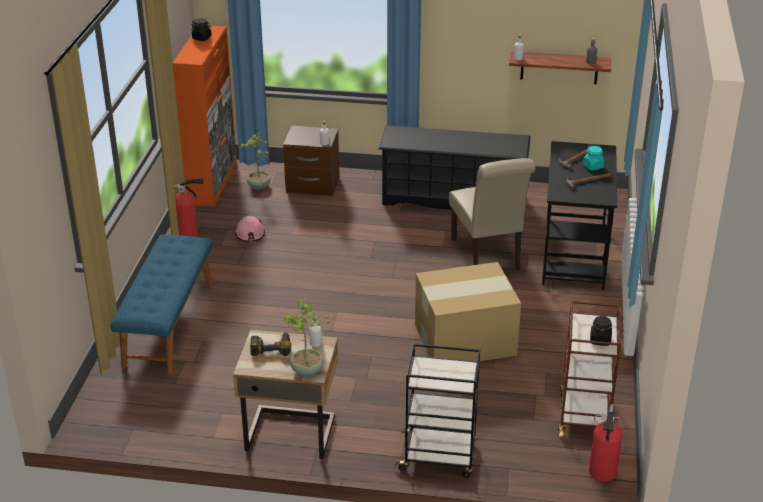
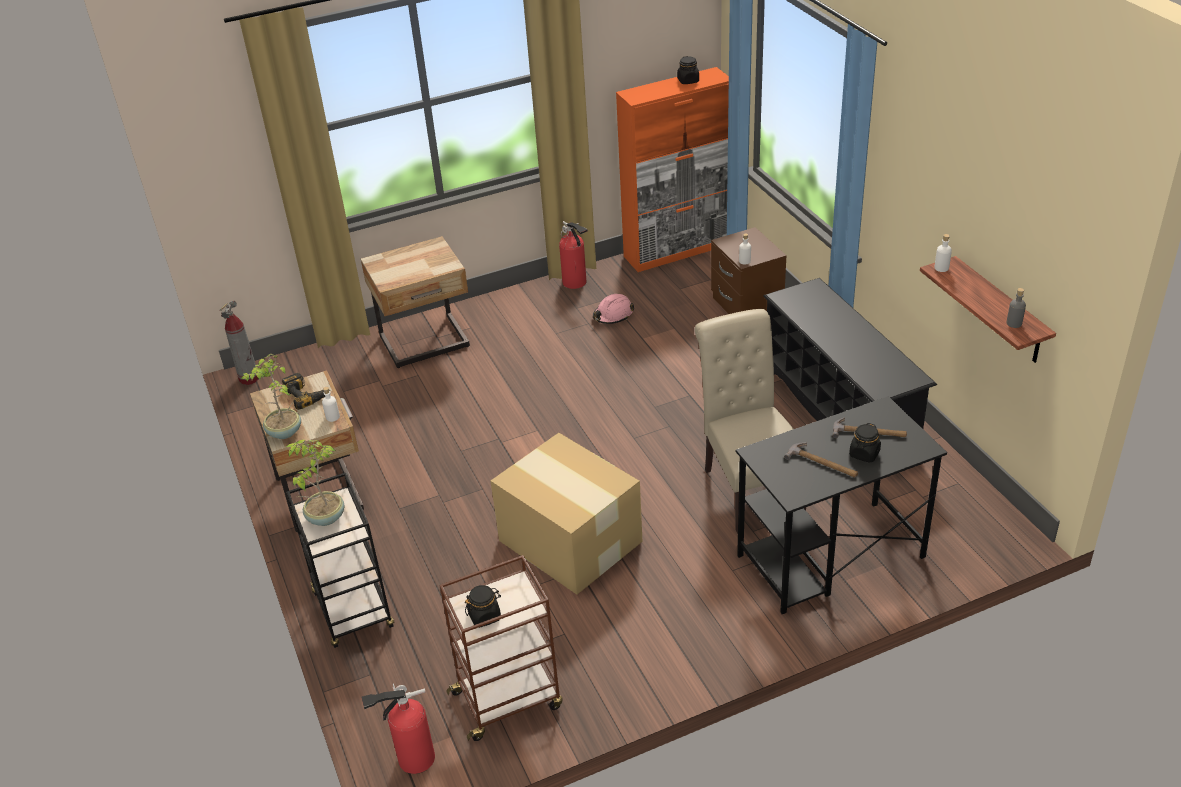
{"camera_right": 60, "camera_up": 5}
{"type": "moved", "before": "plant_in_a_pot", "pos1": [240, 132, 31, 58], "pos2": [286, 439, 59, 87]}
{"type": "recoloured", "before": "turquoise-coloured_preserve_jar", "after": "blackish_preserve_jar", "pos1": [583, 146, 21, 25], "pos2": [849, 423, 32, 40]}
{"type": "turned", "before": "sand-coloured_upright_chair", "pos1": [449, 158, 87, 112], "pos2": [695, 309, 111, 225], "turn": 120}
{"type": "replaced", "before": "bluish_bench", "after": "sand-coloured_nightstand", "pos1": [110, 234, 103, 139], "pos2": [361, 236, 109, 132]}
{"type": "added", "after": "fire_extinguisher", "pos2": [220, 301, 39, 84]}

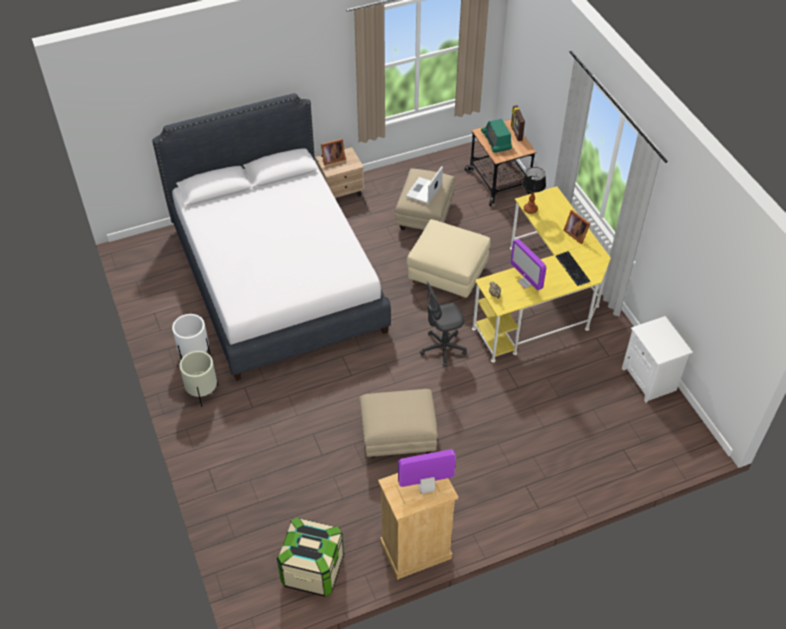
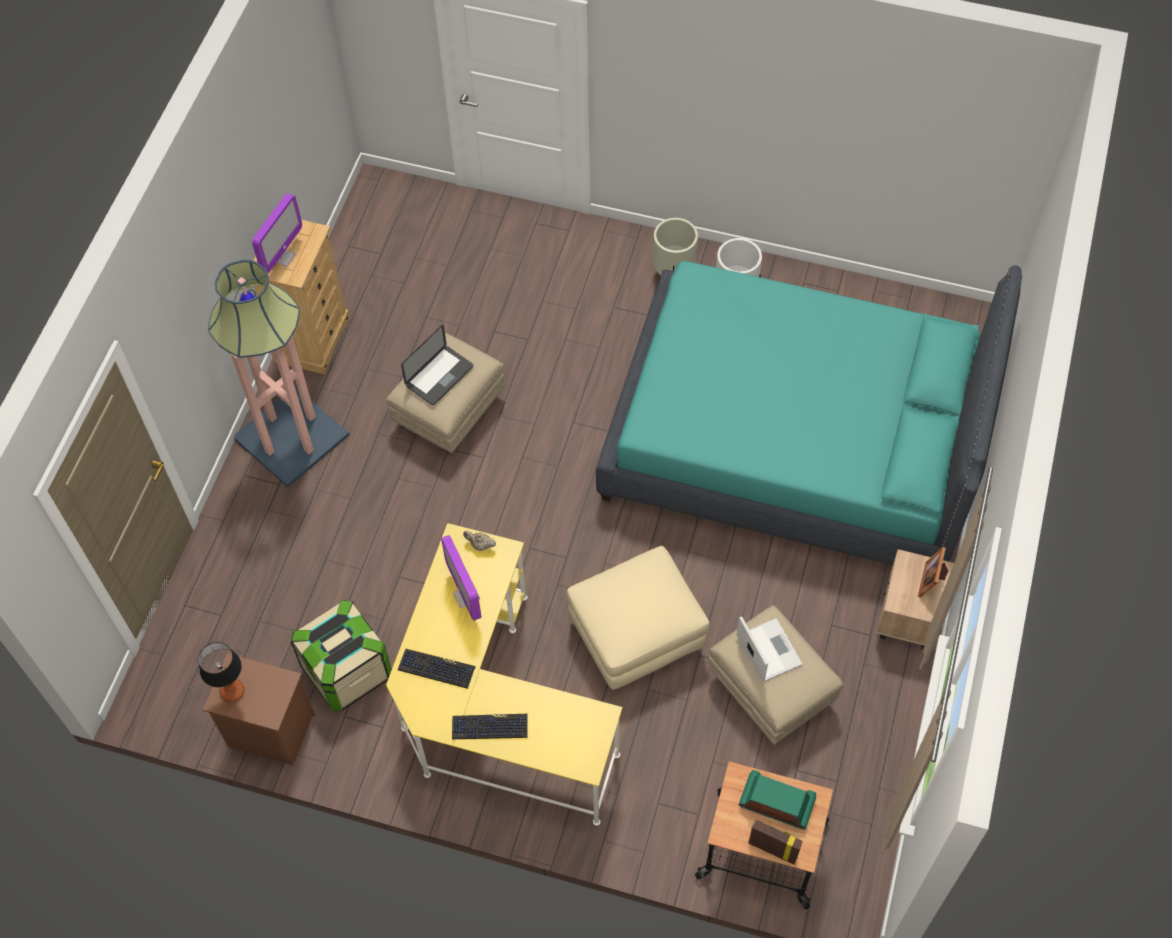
{"camera_right": 130, "camera_up": 10}
{"type": "recoloured", "before": "whitish_bed", "after": "turquoise-coloured_bed", "pos1": [152, 93, 239, 288], "pos2": [596, 261, 426, 304]}
{"type": "moved", "before": "lamp_for_a_table", "pos1": [522, 167, 24, 47], "pos2": [198, 642, 47, 60]}
{"type": "replaced", "before": "photo_frame", "after": "keyboard", "pos1": [563, 210, 27, 34], "pos2": [452, 714, 76, 25]}
{"type": "turned", "before": "monitor", "pos1": [510, 239, 36, 51], "pos2": [441, 535, 41, 86], "turn": -120}
{"type": "removed", "before": "gray_computer_chair", "pos1": [420, 282, 47, 85]}
{"type": "recoloured", "before": "whitish_nightstand", "after": "brownish_nightstand", "pos1": [622, 316, 71, 87], "pos2": [203, 653, 112, 113]}
{"type": "moved", "before": "storage_box", "pos1": [277, 517, 67, 80], "pos2": [291, 600, 101, 111]}
{"type": "added", "after": "standing_lamp", "pos2": [208, 260, 142, 227]}
{"type": "added", "after": "portable_computer", "pos2": [401, 325, 72, 80]}

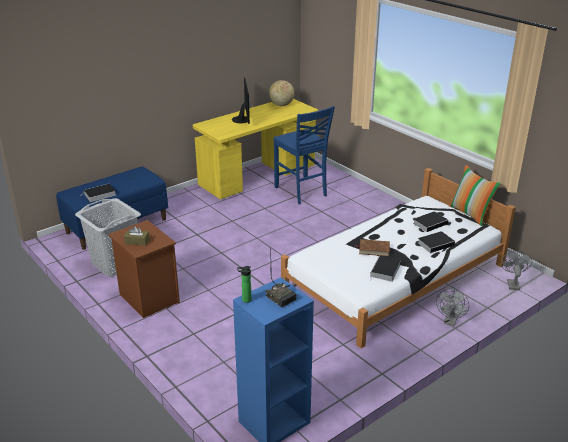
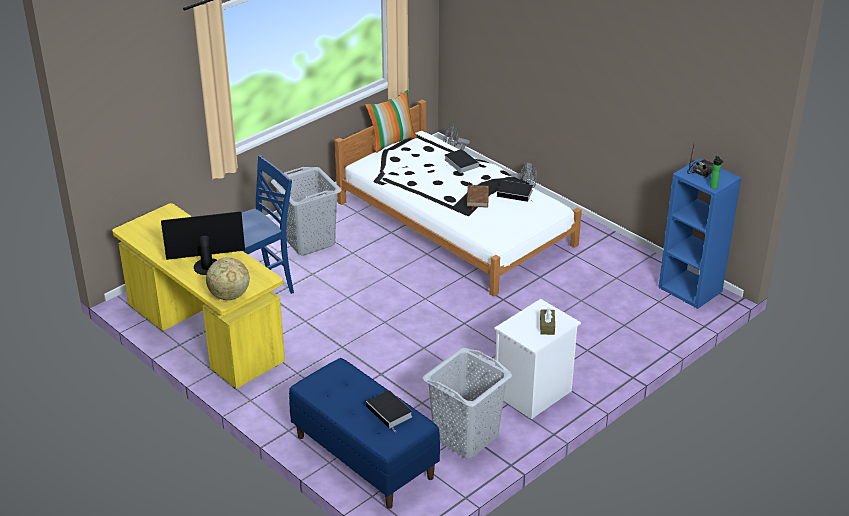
{"camera_right": -95, "camera_up": 5}
{"type": "moved", "before": "globe", "pos1": [269, 80, 26, 26], "pos2": [206, 257, 44, 43]}
{"type": "removed", "before": "volume", "pos1": [413, 211, 35, 21]}
{"type": "recoloured", "before": "brownish_nightstand", "after": "whitish_nightstand", "pos1": [109, 220, 71, 98], "pos2": [494, 299, 87, 120]}
{"type": "added", "after": "gray_hamper", "pos2": [271, 167, 71, 88]}

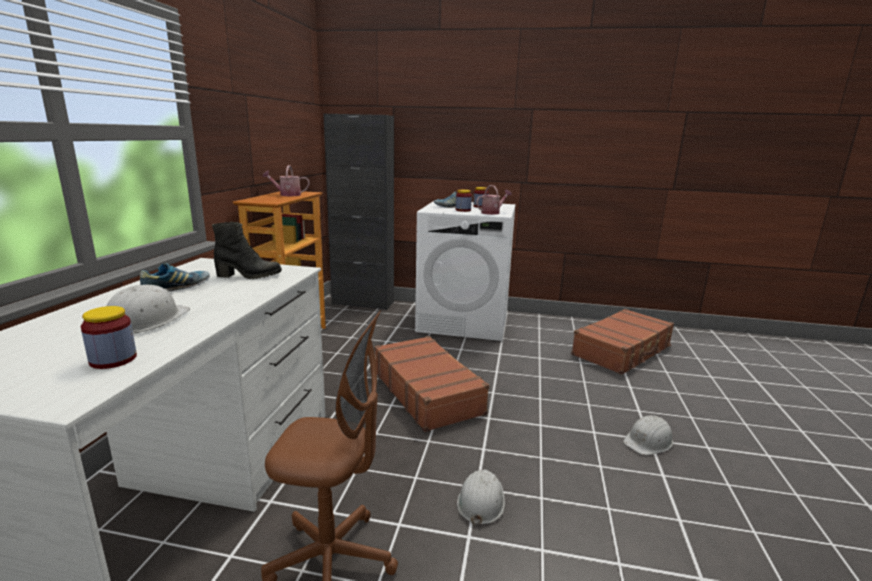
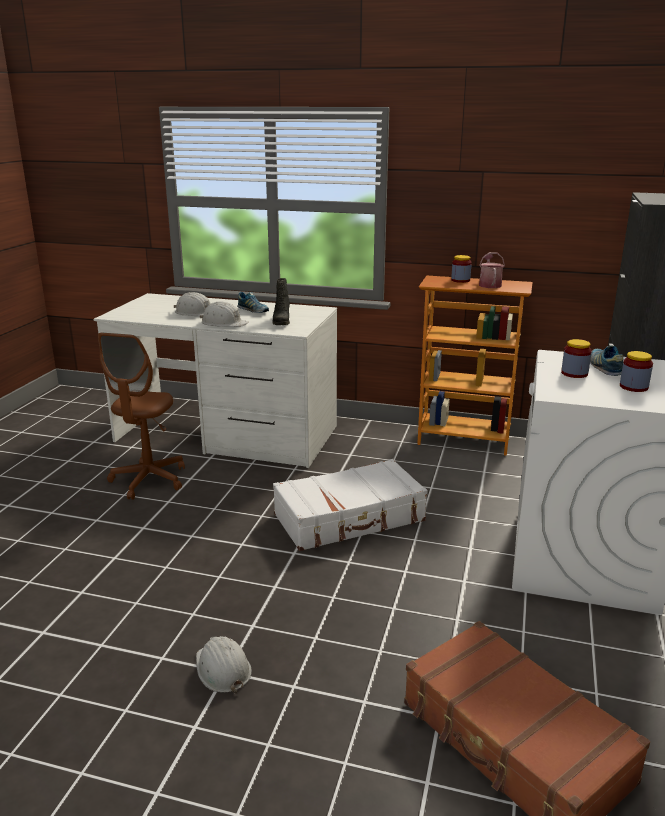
{"camera_right": 95, "camera_up": 5}
{"type": "removed", "before": "sprinkling_can", "pos1": [476, 185, 36, 30]}
{"type": "moved", "before": "preserve_jar", "pos1": [81, 306, 56, 63], "pos2": [451, 255, 21, 28]}
{"type": "recoloured", "before": "brownish_travel_case", "after": "whitish_travel_case", "pos1": [375, 336, 114, 96], "pos2": [273, 459, 155, 92]}
{"type": "moved", "before": "whitish_work_helmet", "pos1": [457, 469, 48, 57], "pos2": [199, 302, 50, 25]}

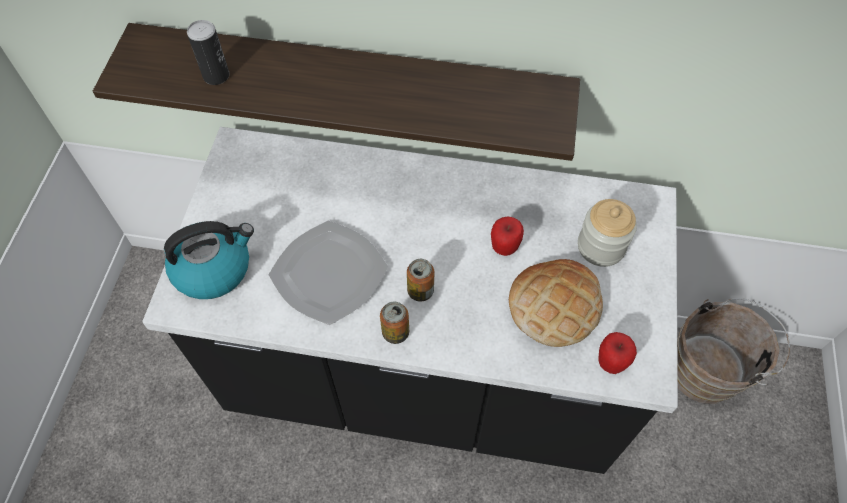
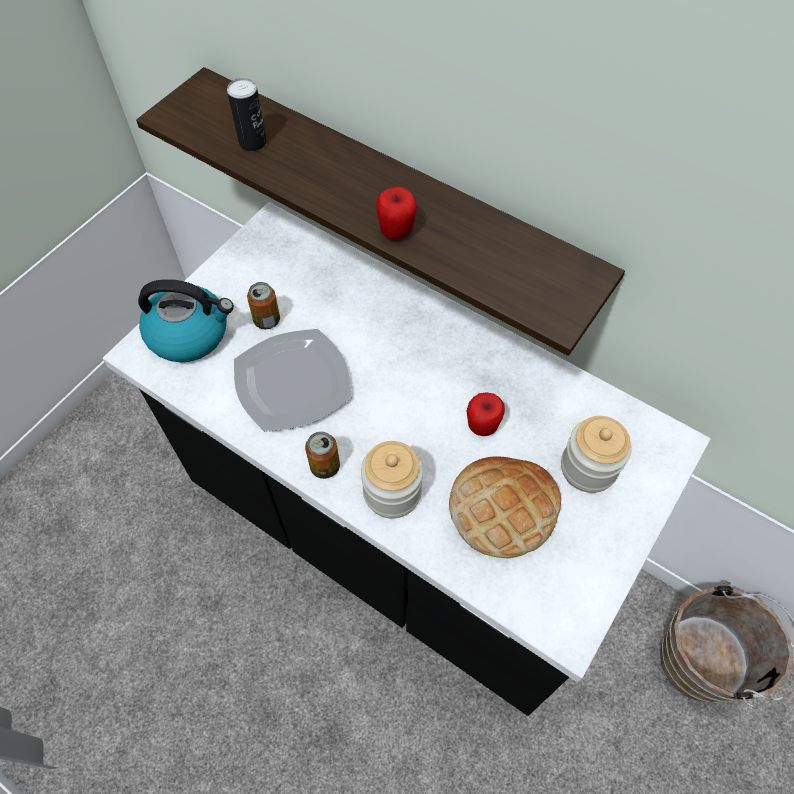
{"camera_right": 25, "camera_up": 0}
{"type": "moved", "before": "metal_can", "pos1": [407, 259, 28, 43], "pos2": [247, 282, 33, 47]}
{"type": "moved", "before": "apple_fruit", "pos1": [598, 332, 39, 42], "pos2": [376, 187, 41, 52]}
{"type": "added", "after": "preserve_jar", "pos2": [361, 441, 62, 78]}

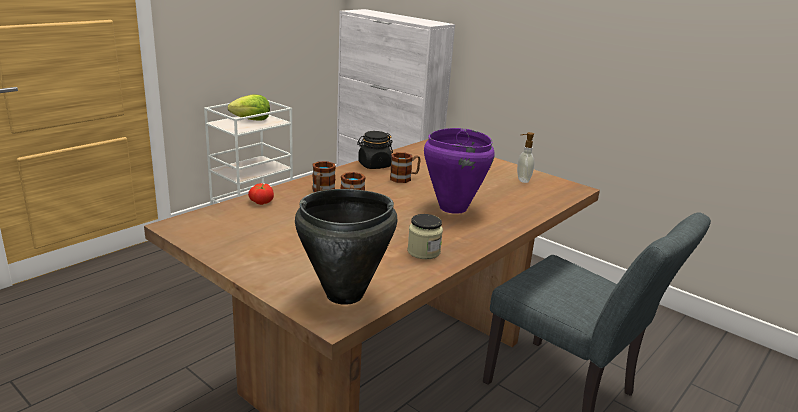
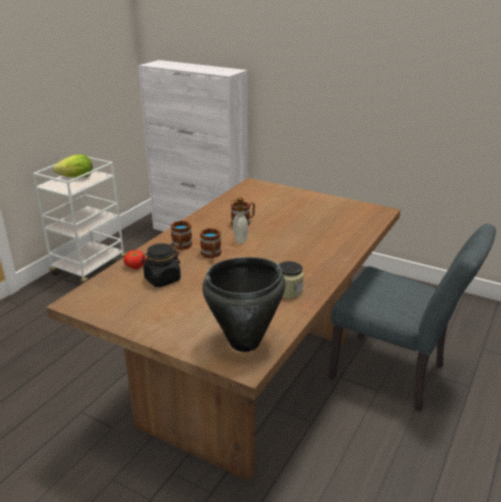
{"camera_right": -10, "camera_up": 5}
{"type": "removed", "before": "purple_cooking_pot", "pos1": [424, 128, 71, 86]}
{"type": "moved", "before": "blackish_preserve_jar", "pos1": [357, 131, 36, 38], "pos2": [141, 243, 40, 44]}
{"type": "moved", "before": "soap_dispenser", "pos1": [517, 132, 17, 51], "pos2": [231, 197, 17, 46]}

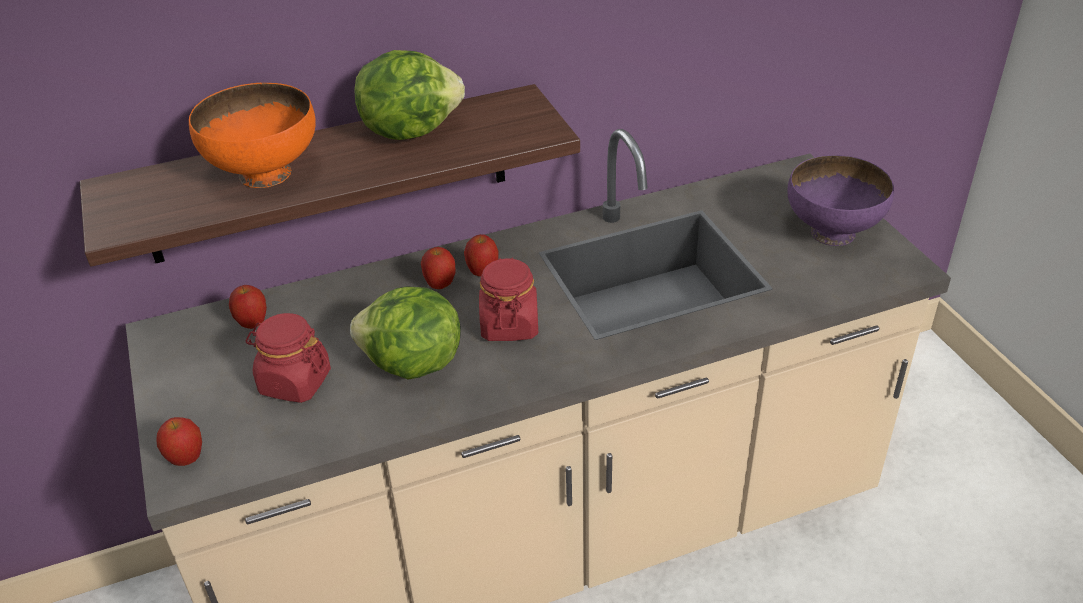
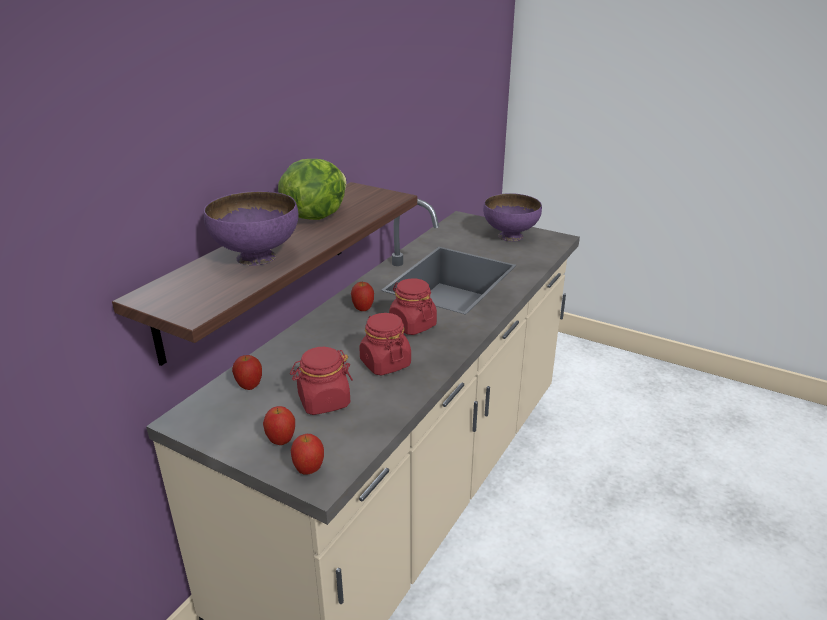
{"camera_right": -40, "camera_up": -10}
{"type": "recoloured", "before": "orange_bowl", "after": "purple_bowl", "pos1": [189, 83, 127, 105], "pos2": [204, 191, 94, 75]}
{"type": "moved", "before": "apple_fruit", "pos1": [421, 247, 35, 42], "pos2": [263, 406, 32, 39]}
{"type": "replaced", "before": "lettuce_head", "after": "reddish_preserve_jar", "pos1": [350, 286, 111, 94], "pos2": [359, 313, 52, 62]}

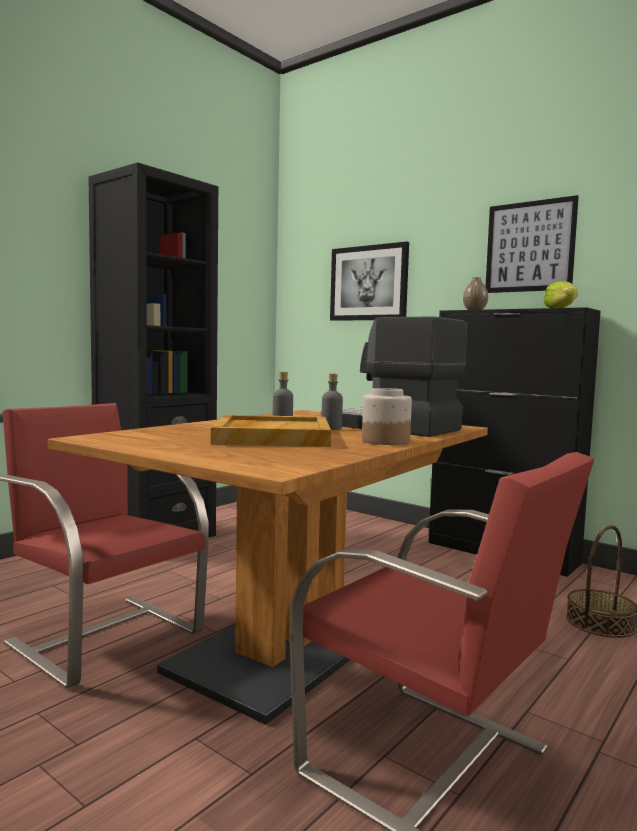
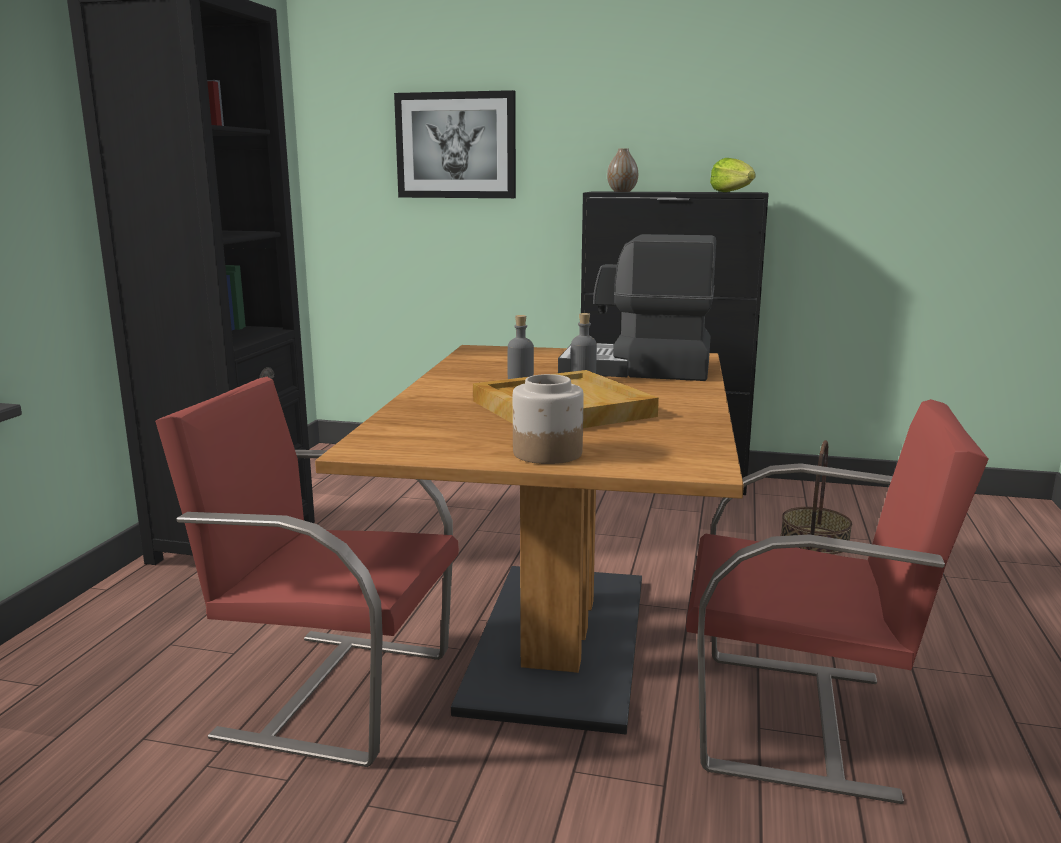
{"camera_right": -25, "camera_up": 10}
{"type": "removed", "before": "wall_art", "pos1": [485, 195, 94, 98]}
{"type": "moved", "before": "preserve_jar", "pos1": [362, 388, 50, 57], "pos2": [513, 374, 71, 90]}

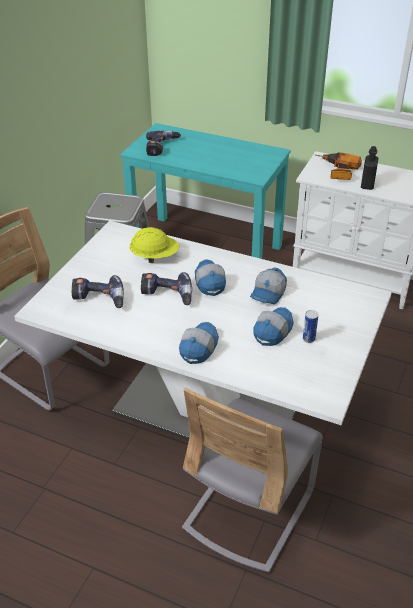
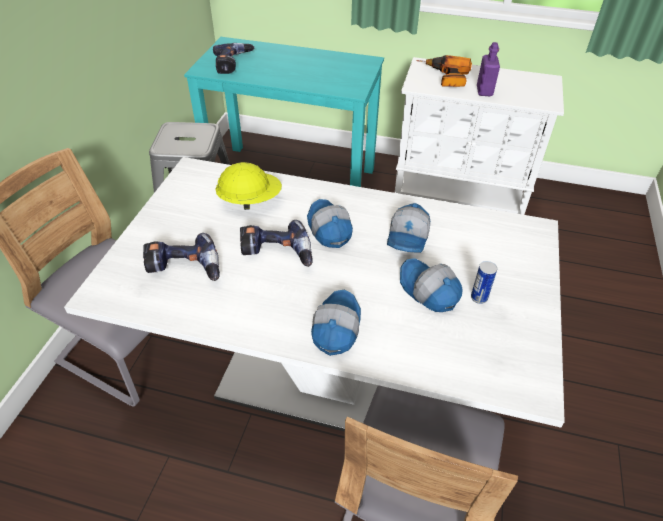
{"camera_right": -10, "camera_up": 5}
{"type": "recoloured", "before": "blackish_drink_bottle", "after": "purple_drink_bottle", "pos1": [361, 146, 18, 44], "pos2": [477, 42, 23, 54]}
{"type": "turned", "before": "baseball_cap", "pos1": [253, 307, 41, 39], "pos2": [400, 258, 63, 54], "turn": -60}

